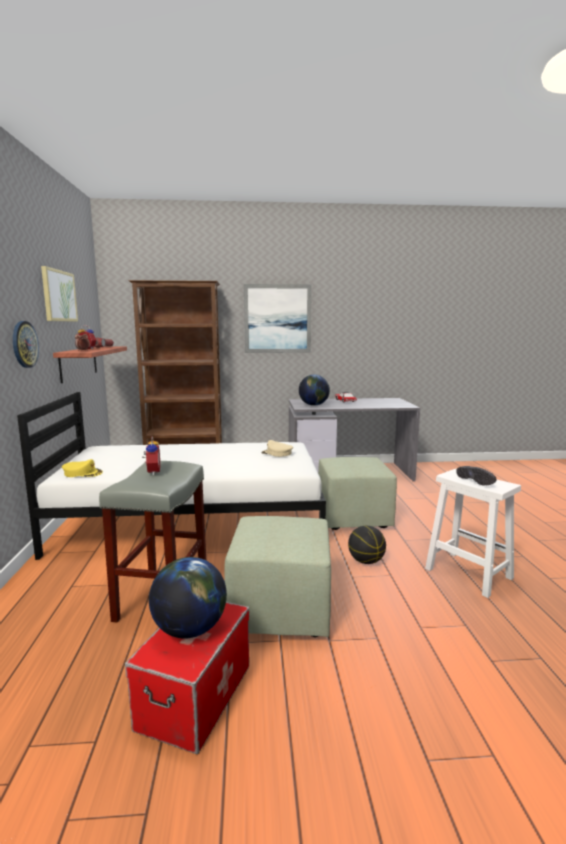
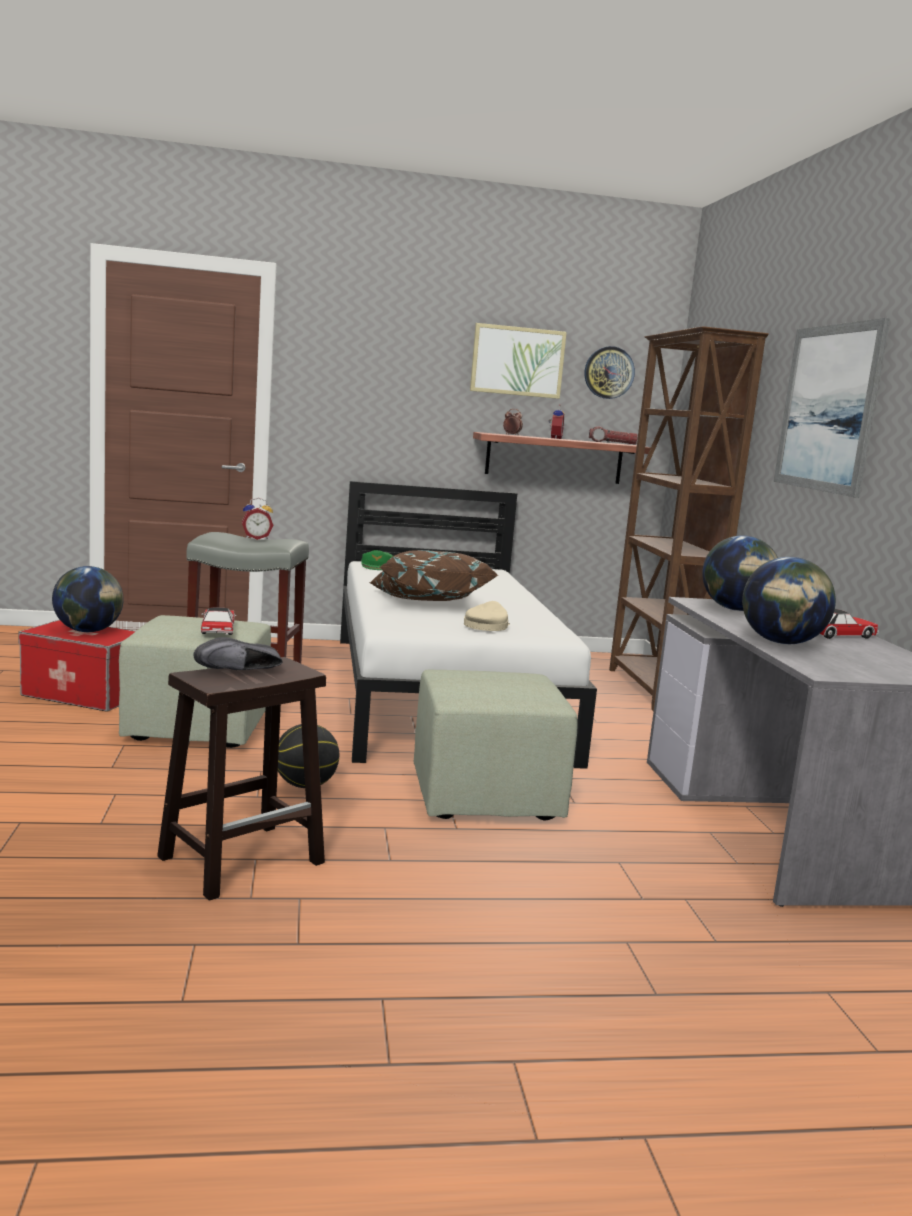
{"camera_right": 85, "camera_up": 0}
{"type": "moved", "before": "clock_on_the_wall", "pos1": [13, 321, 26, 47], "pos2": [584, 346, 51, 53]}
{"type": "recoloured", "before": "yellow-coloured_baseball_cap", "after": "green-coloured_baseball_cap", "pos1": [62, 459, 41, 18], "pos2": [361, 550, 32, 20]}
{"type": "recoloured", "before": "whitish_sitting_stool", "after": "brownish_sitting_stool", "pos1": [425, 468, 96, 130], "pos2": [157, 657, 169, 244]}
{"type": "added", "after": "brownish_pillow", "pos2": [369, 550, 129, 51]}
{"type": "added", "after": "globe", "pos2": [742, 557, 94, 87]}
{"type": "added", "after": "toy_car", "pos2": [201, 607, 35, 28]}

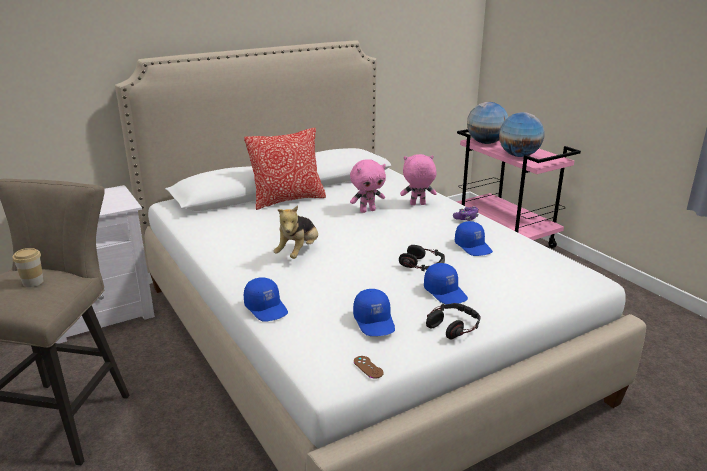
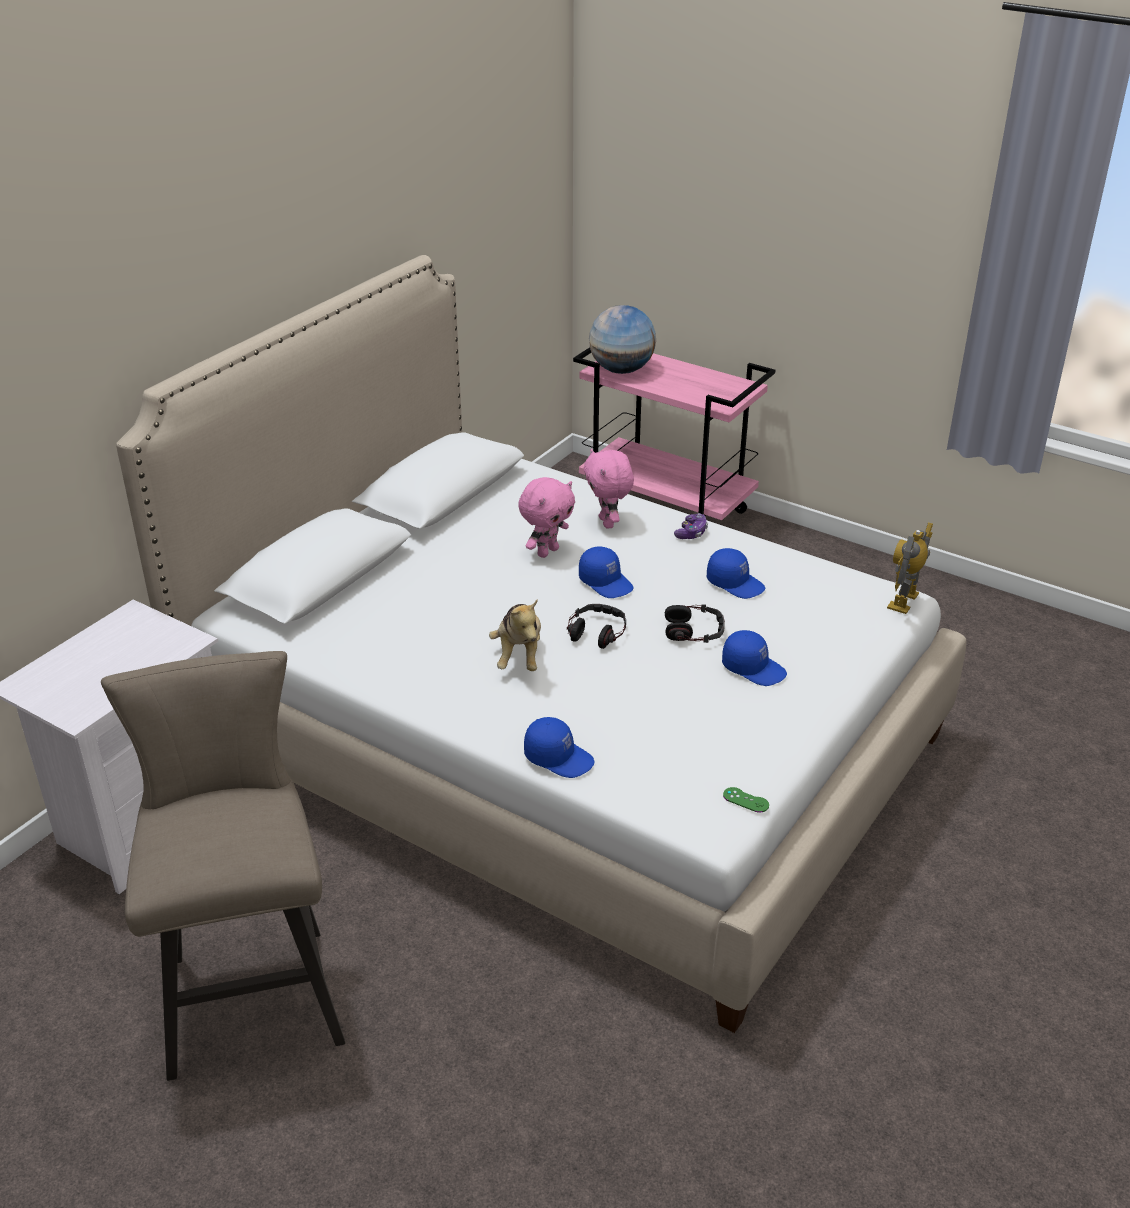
{"camera_right": -25, "camera_up": 10}
{"type": "removed", "before": "globe", "pos1": [499, 112, 45, 45]}
{"type": "removed", "before": "pillow", "pos1": [244, 128, 82, 82]}
{"type": "turned", "before": "pink_cuddly_toy", "pos1": [400, 154, 37, 51], "pos2": [584, 449, 50, 80], "turn": -75}
{"type": "removed", "before": "small_cup", "pos1": [12, 248, 32, 39]}
{"type": "moved", "before": "bluish_baseball_cap", "pos1": [353, 289, 42, 47], "pos2": [579, 546, 54, 52]}
{"type": "moved", "before": "pair_of_headphones", "pos1": [426, 303, 55, 37], "pos2": [567, 604, 59, 45]}
{"type": "recoloured", "before": "brownish_joypad", "after": "green-coloured_joypad", "pos1": [354, 356, 30, 23], "pos2": [723, 787, 46, 26]}
{"type": "added", "after": "robot_figure", "pos2": [887, 522, 46, 92]}

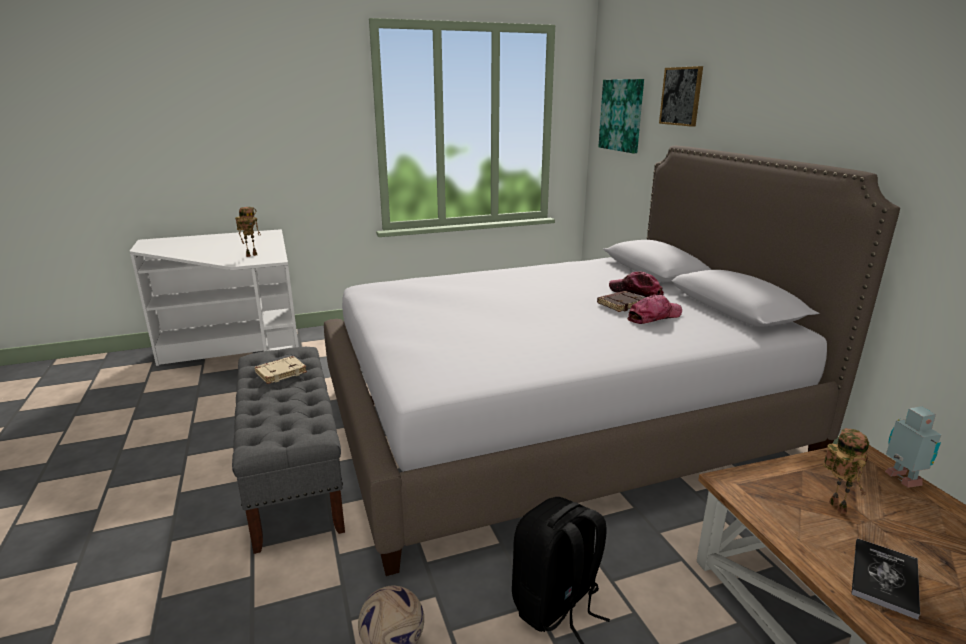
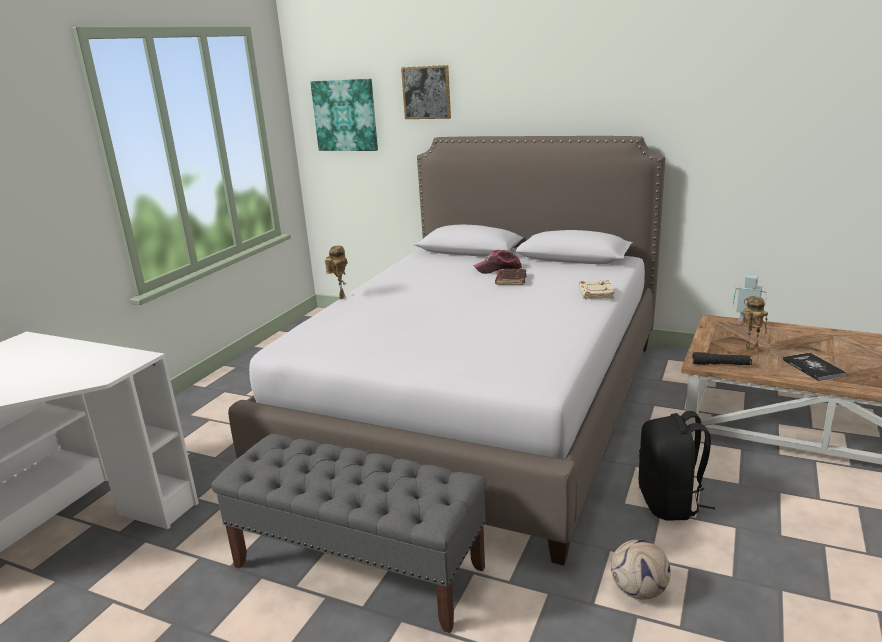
{"camera_right": -45, "camera_up": 0}
{"type": "moved", "before": "robot_figure", "pos1": [235, 207, 26, 50], "pos2": [325, 246, 23, 53]}
{"type": "removed", "before": "baseball_cap", "pos1": [627, 295, 55, 29]}
{"type": "moved", "before": "sand-coloured_volume", "pos1": [254, 356, 53, 28], "pos2": [579, 281, 36, 18]}
{"type": "added", "after": "blackish_hand_torch", "pos2": [692, 352, 60, 13]}

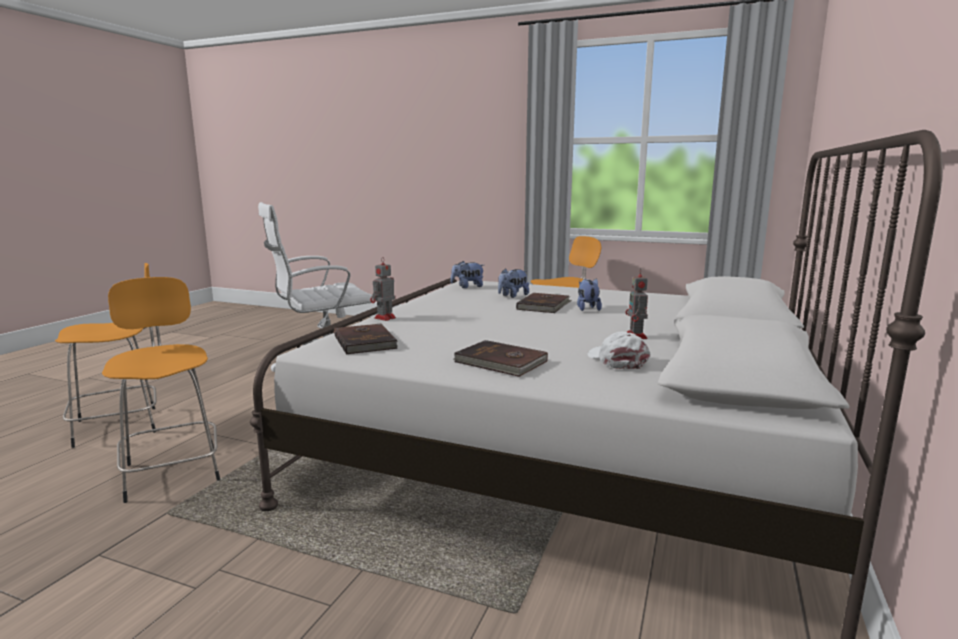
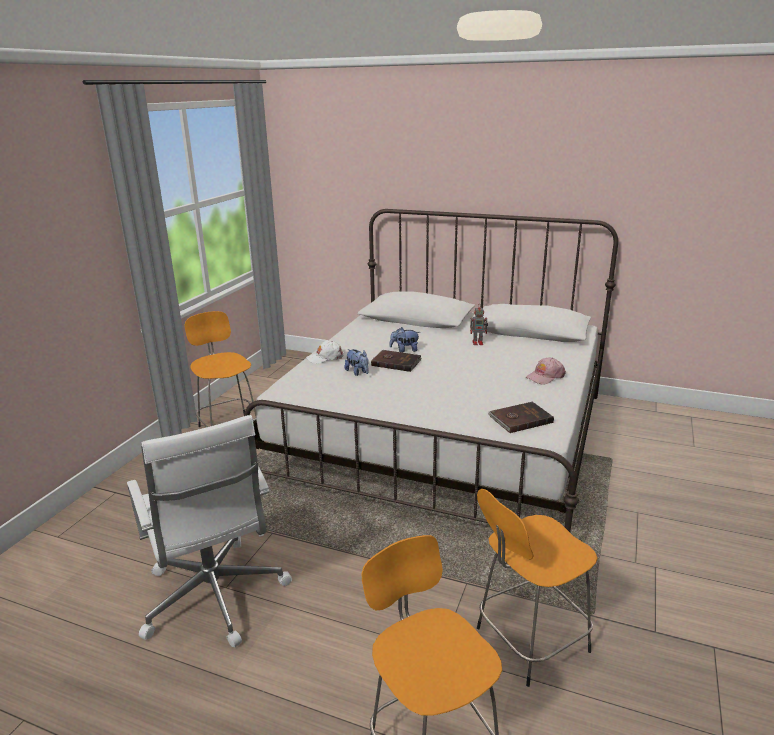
{"camera_right": -90, "camera_up": 10}
{"type": "removed", "before": "robot_figure", "pos1": [370, 257, 26, 64]}
{"type": "removed", "before": "cuddly_toy", "pos1": [450, 261, 34, 27]}
{"type": "moved", "before": "whitish_baseball_cap", "pos1": [587, 332, 64, 37], "pos2": [306, 341, 38, 23]}
{"type": "replaced", "before": "brownish_volume", "after": "pink_baseball_cap", "pos1": [453, 340, 95, 37], "pos2": [526, 357, 40, 27]}

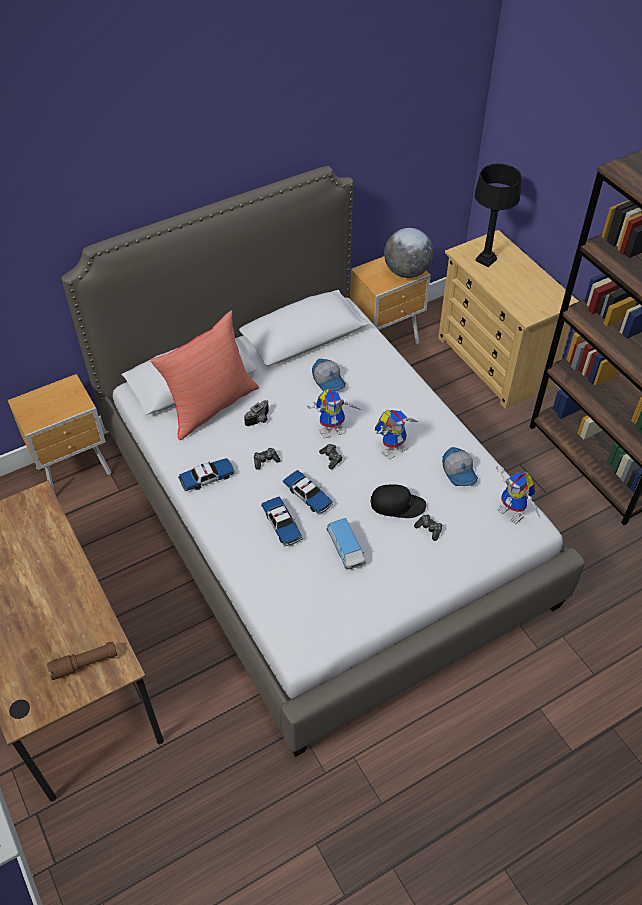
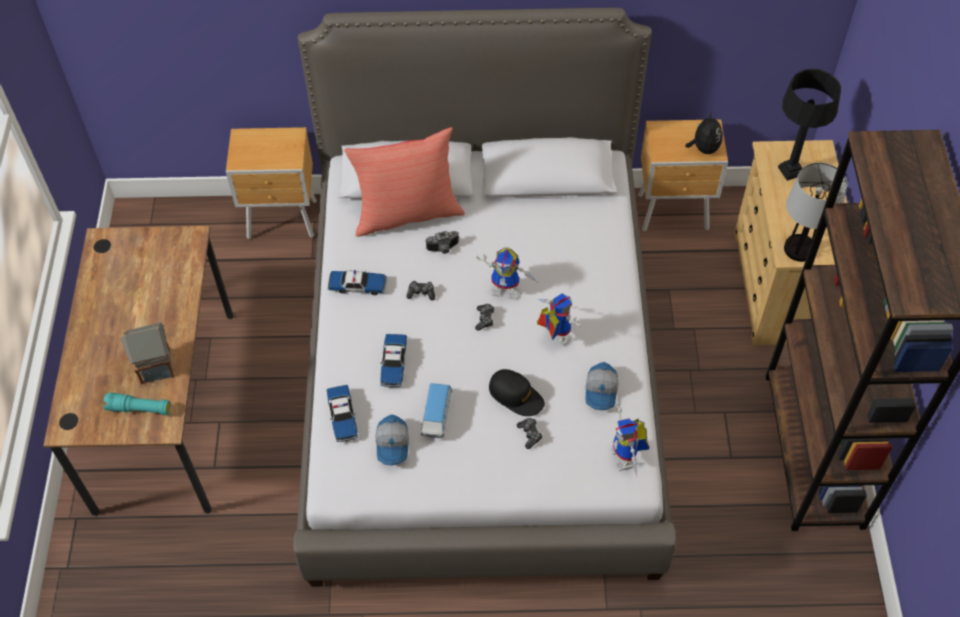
{"camera_right": 30, "camera_up": 5}
{"type": "replaced", "before": "globe", "after": "cuddly_toy", "pos1": [384, 228, 49, 50], "pos2": [685, 111, 38, 43]}
{"type": "moved", "before": "baseball_cap", "pos1": [312, 359, 34, 32], "pos2": [375, 415, 34, 50]}
{"type": "turned", "before": "robot_figure", "pos1": [375, 410, 43, 50], "pos2": [537, 293, 44, 53], "turn": -120}
{"type": "moved", "before": "toy_car", "pos1": [283, 470, 50, 45], "pos2": [326, 385, 32, 57]}
{"type": "recoloured", "before": "brownish_hand_torch", "after": "turquoise-coloured_hand_torch", "pos1": [47, 642, 70, 38], "pos2": [103, 393, 68, 22]}
{"type": "added", "after": "lamp_for_a_table", "pos2": [784, 162, 64, 100]}
{"type": "added", "after": "miniature_house", "pos2": [121, 322, 54, 62]}

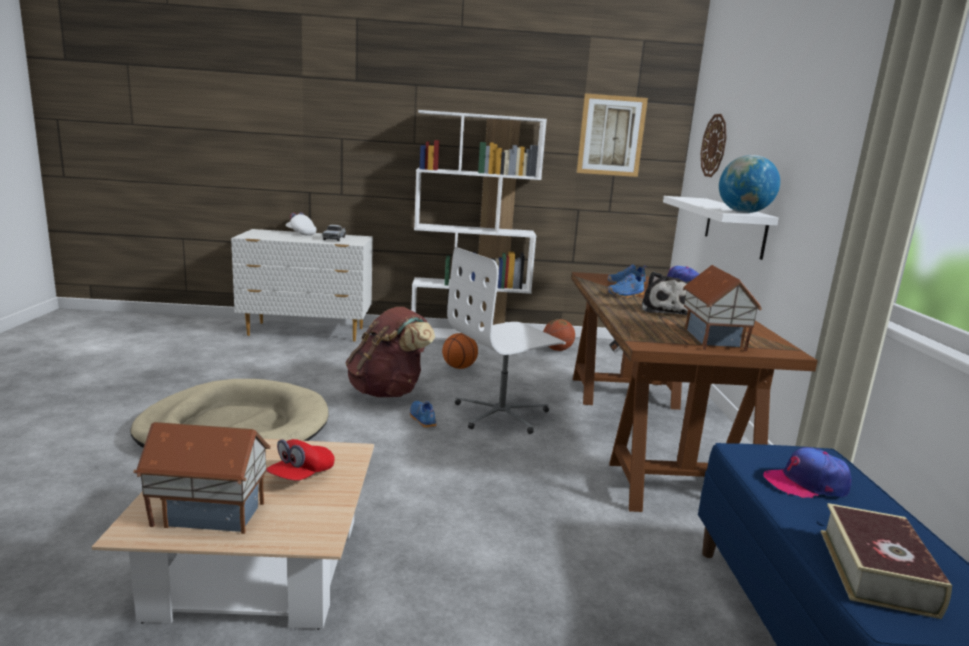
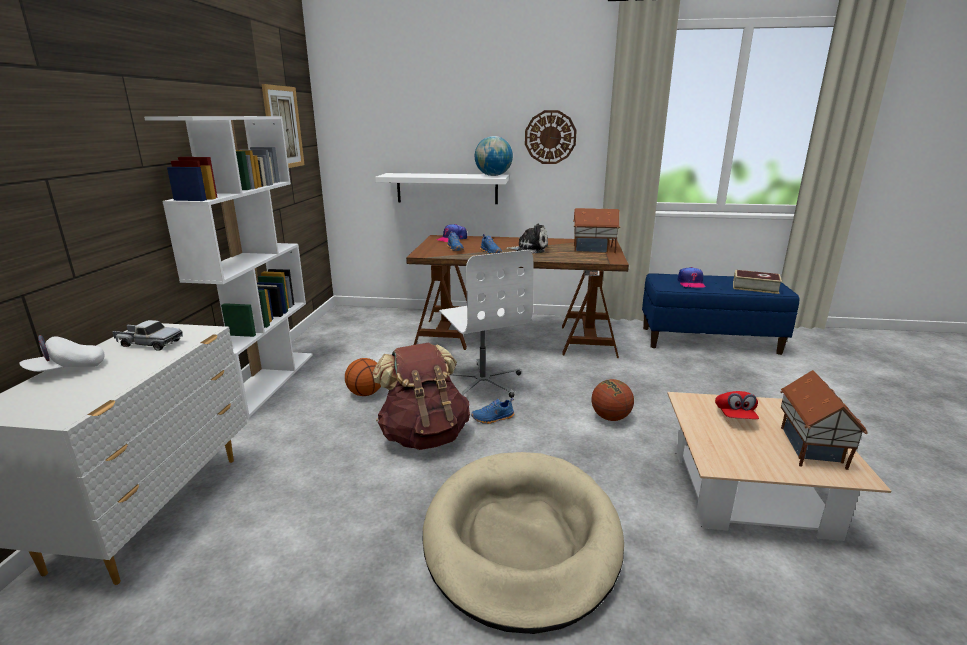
{"camera_right": -80, "camera_up": 5}
{"type": "moved", "before": "clock_on_the_wall", "pos1": [701, 114, 26, 63], "pos2": [525, 110, 52, 54]}
{"type": "moved", "before": "ball_for_basketball", "pos1": [543, 319, 32, 32], "pos2": [592, 379, 42, 42]}
{"type": "turned", "before": "reddish_baseball_cap", "pos1": [266, 439, 68, 42], "pos2": [715, 391, 44, 28], "turn": 60}

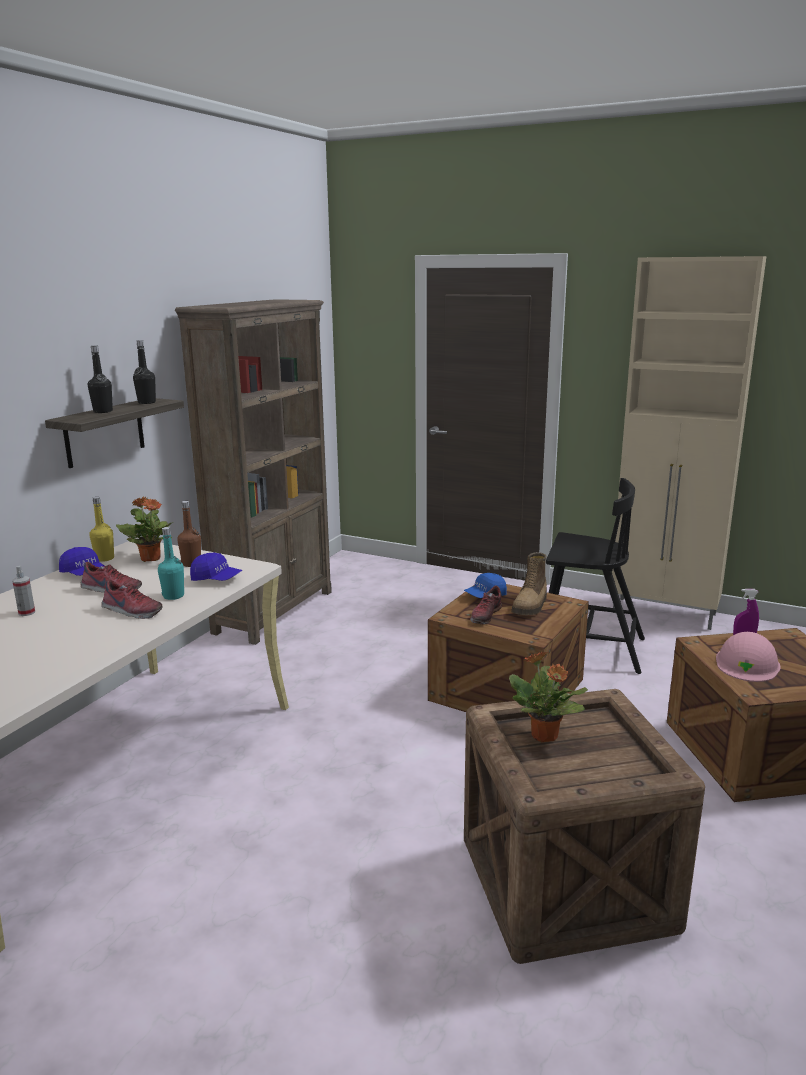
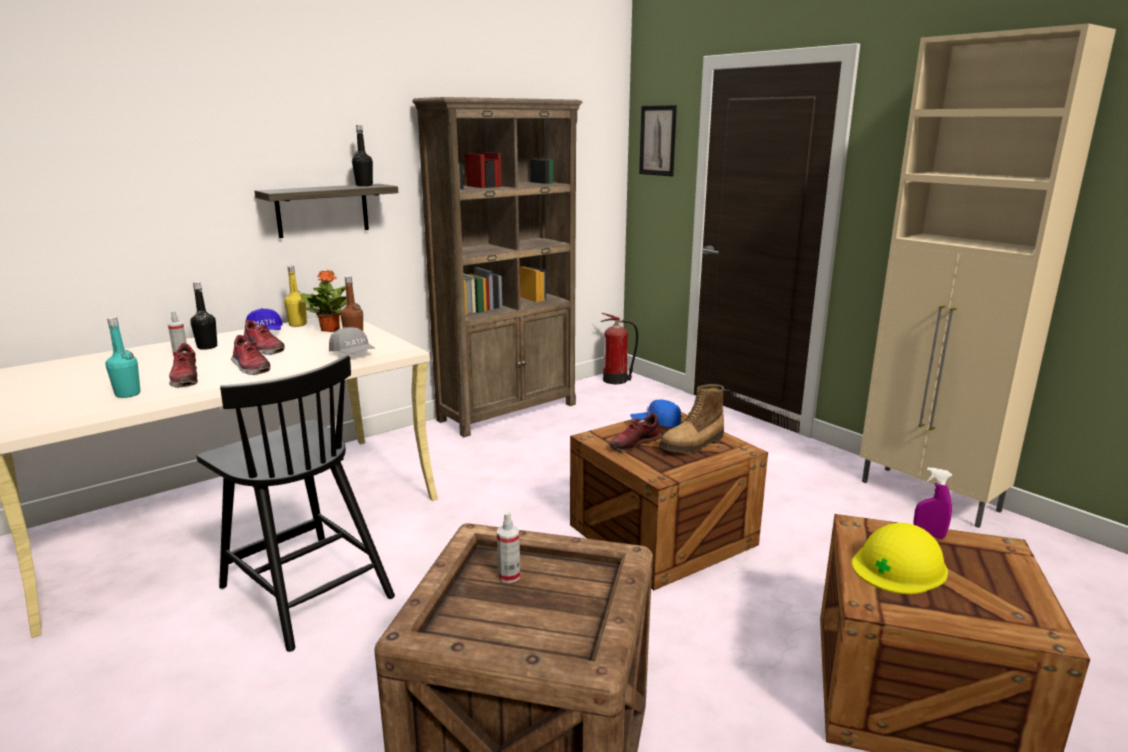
{"camera_right": 25, "camera_up": 0}
{"type": "moved", "before": "blackish_drink_bottle", "pos1": [88, 346, 25, 67], "pos2": [190, 282, 27, 68]}
{"type": "moved", "before": "blackish_upright_chair", "pos1": [546, 478, 99, 196], "pos2": [197, 355, 198, 297]}
{"type": "moved", "before": "turquoise-coloured_drink_bottle", "pos1": [158, 527, 26, 73], "pos2": [105, 317, 35, 81]}
{"type": "recoloured", "before": "bluish_baseball_cap", "after": "gray_baseball_cap", "pos1": [190, 553, 52, 28], "pos2": [329, 327, 46, 28]}
{"type": "recoloured", "before": "pink_work_helmet", "after": "yellow-coloured_work_helmet", "pos1": [716, 632, 64, 50], "pos2": [852, 523, 96, 71]}
{"type": "replaced", "before": "plant_in_a_pot", "after": "spray_bottle", "pos1": [509, 652, 79, 90], "pos2": [497, 511, 23, 72]}
{"type": "added", "after": "wall_art", "pos2": [639, 105, 38, 71]}
{"type": "added", "after": "fire_extinguisher", "pos2": [601, 313, 37, 71]}
{"type": "added", "after": "shoe", "pos2": [169, 343, 29, 45]}

